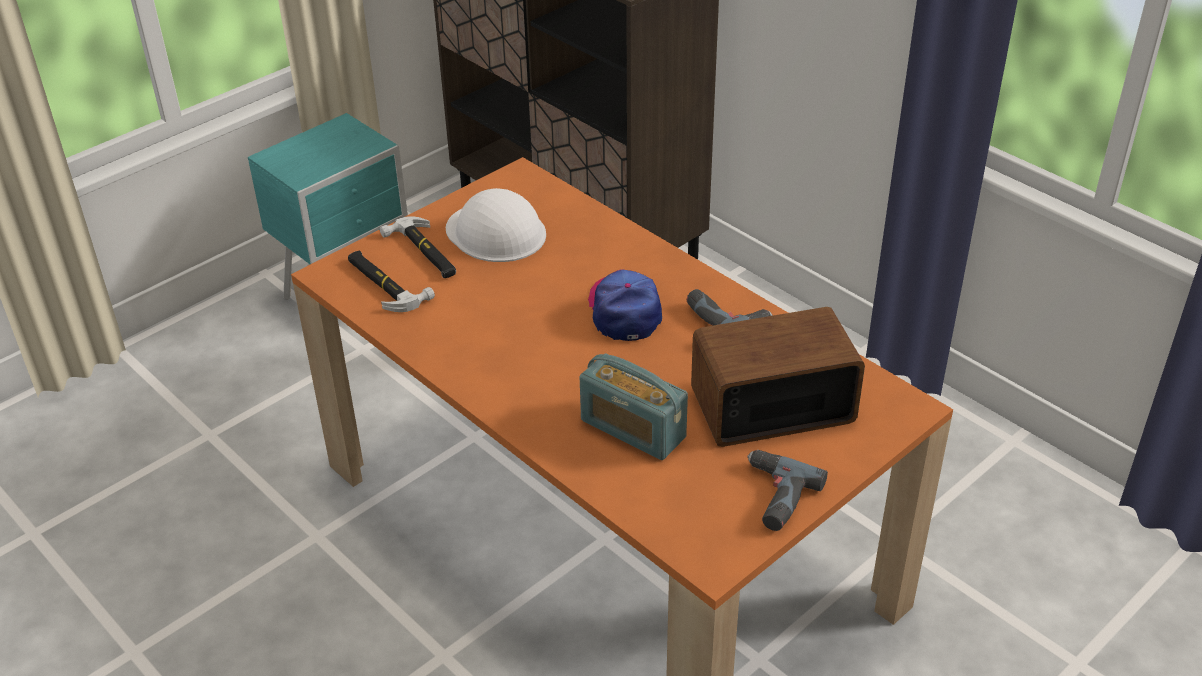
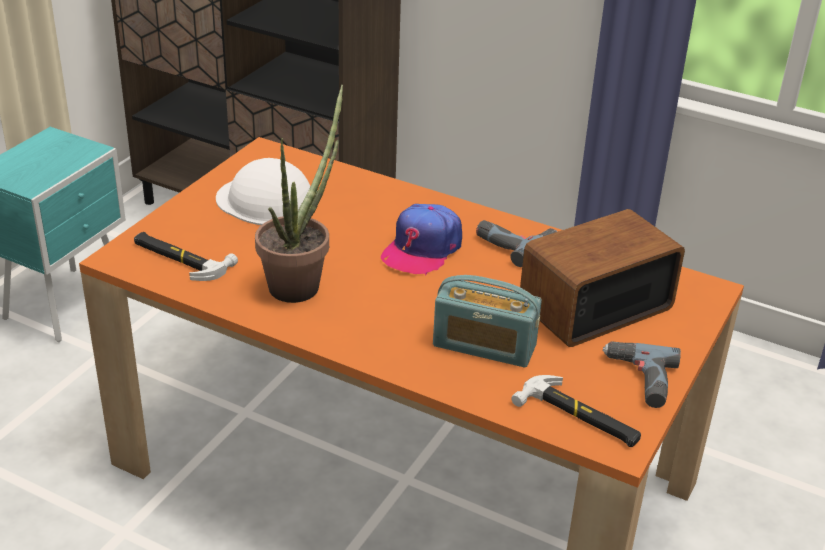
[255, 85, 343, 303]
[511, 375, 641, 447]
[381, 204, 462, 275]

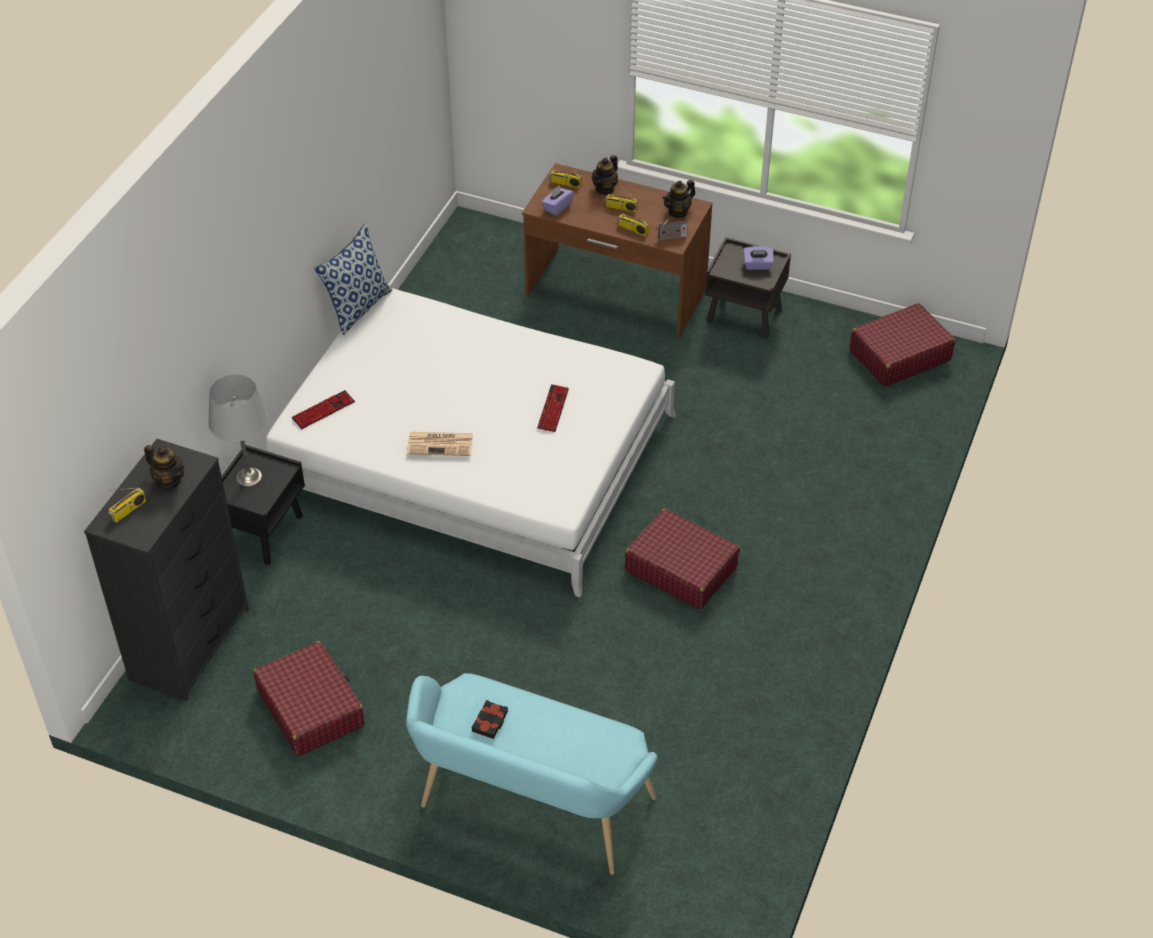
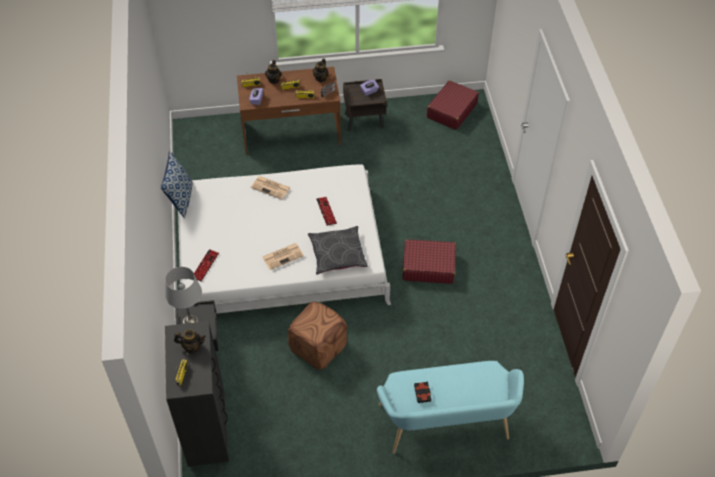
[253, 641, 364, 756] (first image)
[251, 176, 290, 200]
[288, 302, 348, 369]
[308, 226, 368, 275]

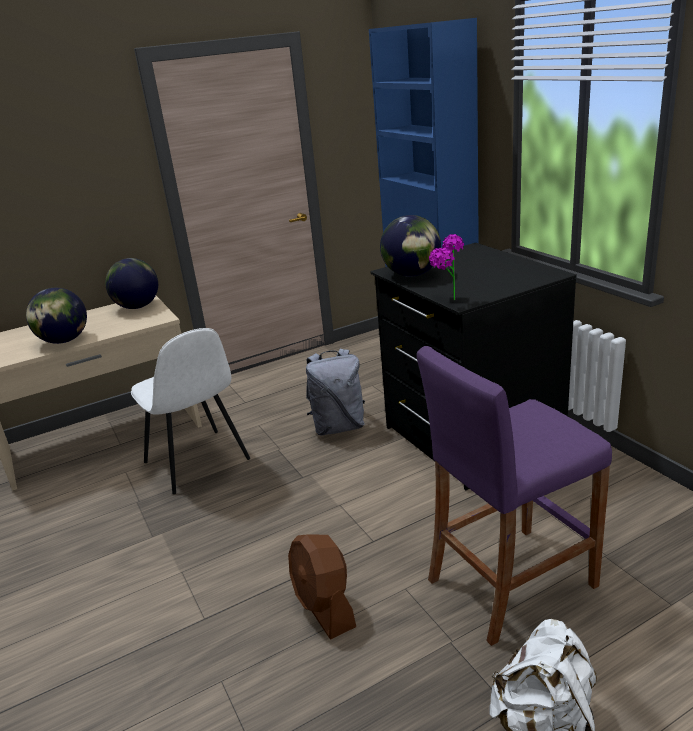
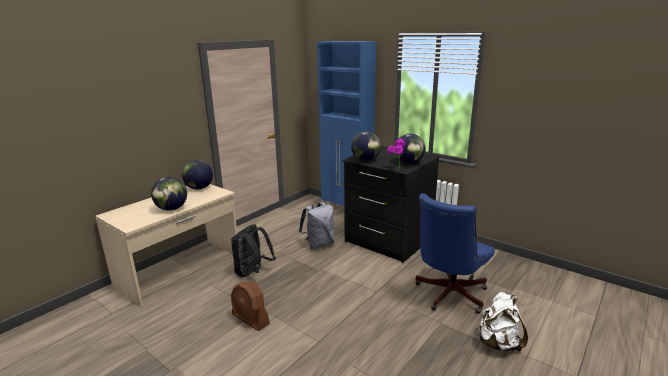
[395, 134, 425, 164]
[231, 282, 270, 331]
[231, 224, 276, 277]
[415, 193, 494, 314]

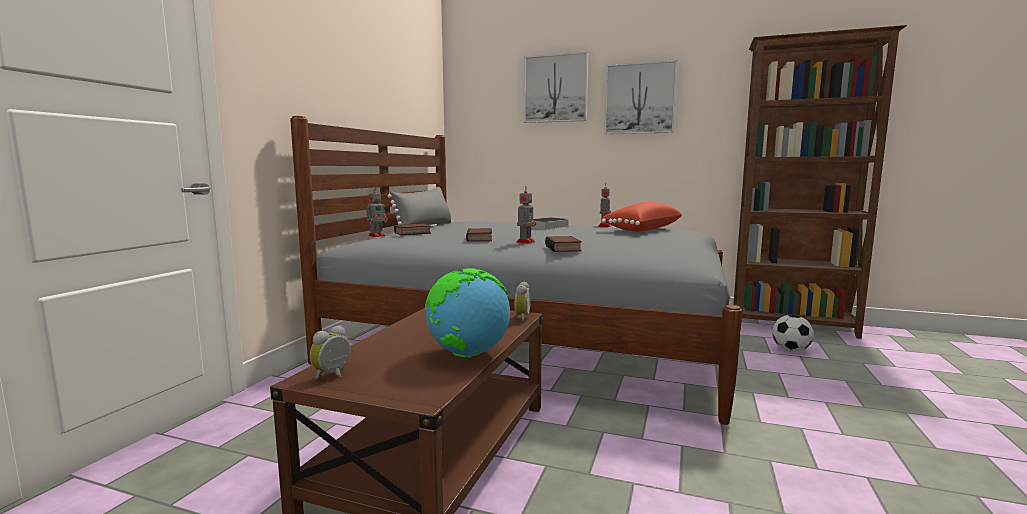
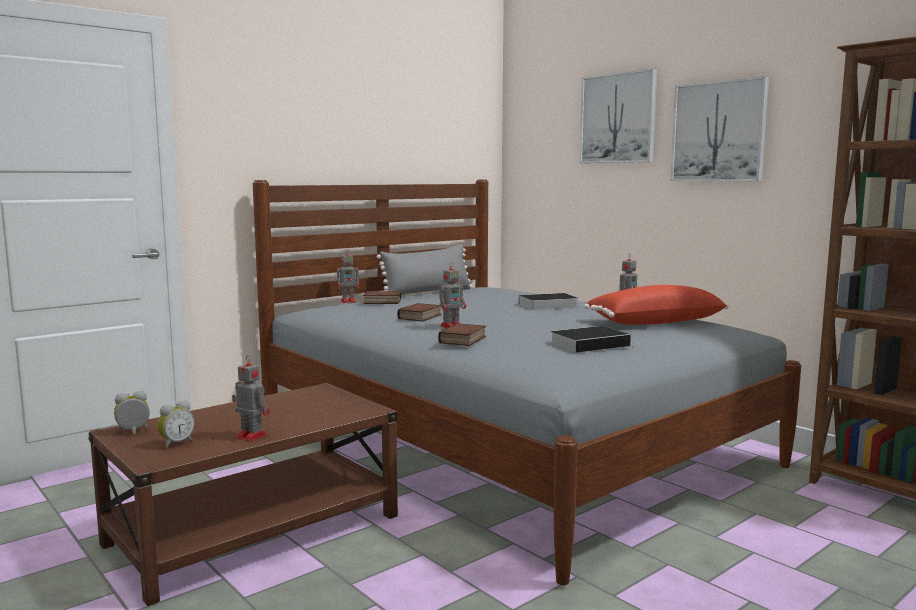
[772, 315, 814, 352] (first image)
[551, 326, 634, 353]
[157, 400, 195, 448]
[232, 355, 270, 442]

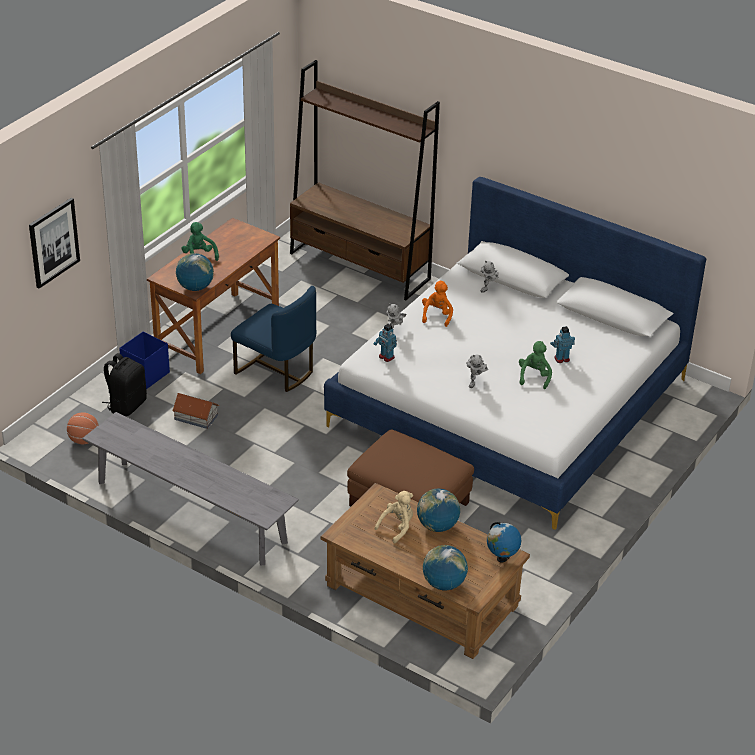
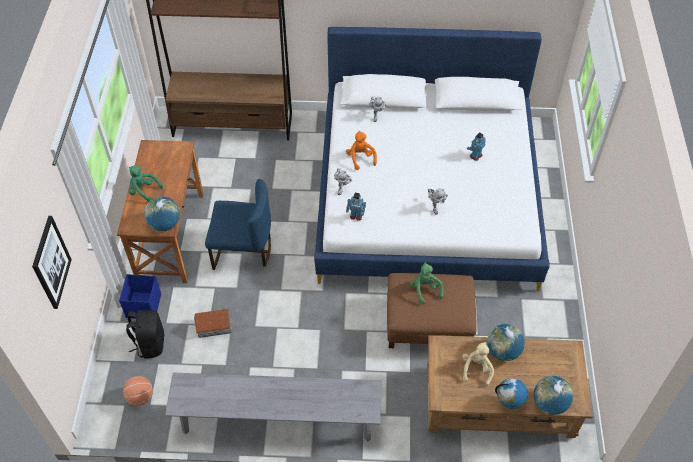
[495, 378, 528, 409]
[410, 263, 443, 305]

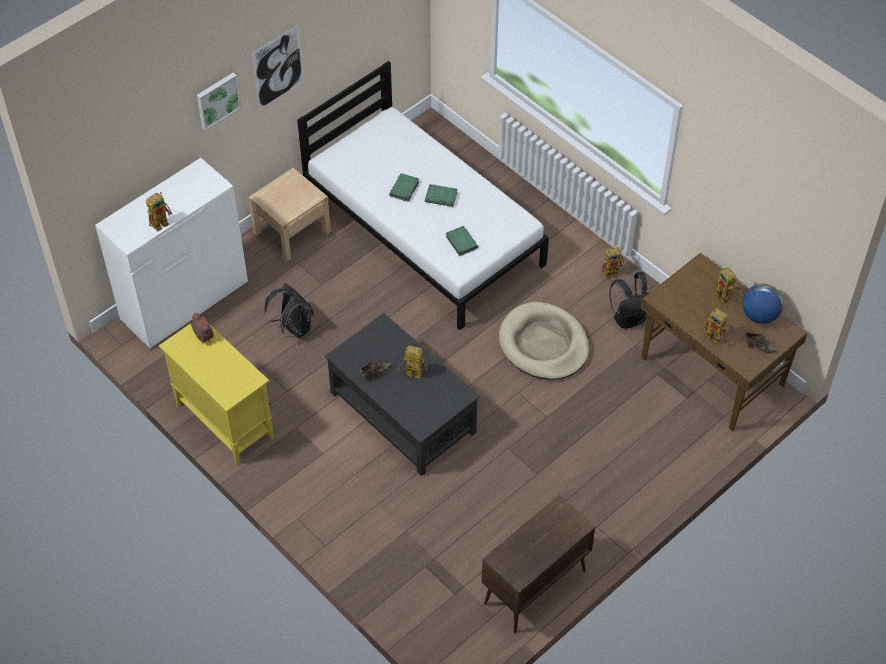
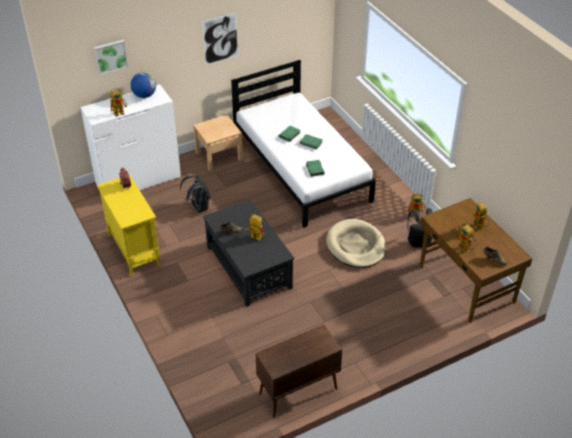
[94, 40, 128, 75]
[131, 72, 156, 98]

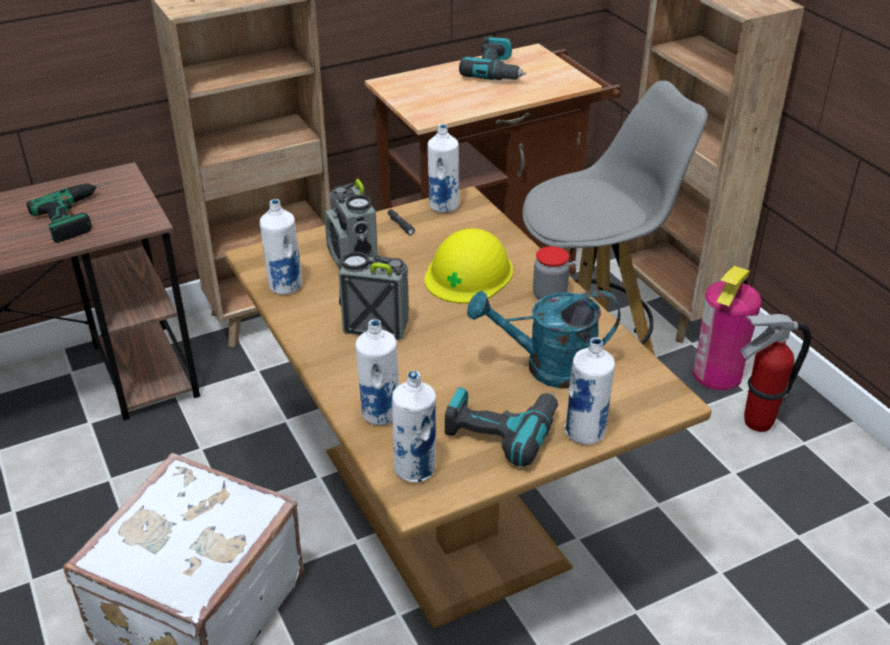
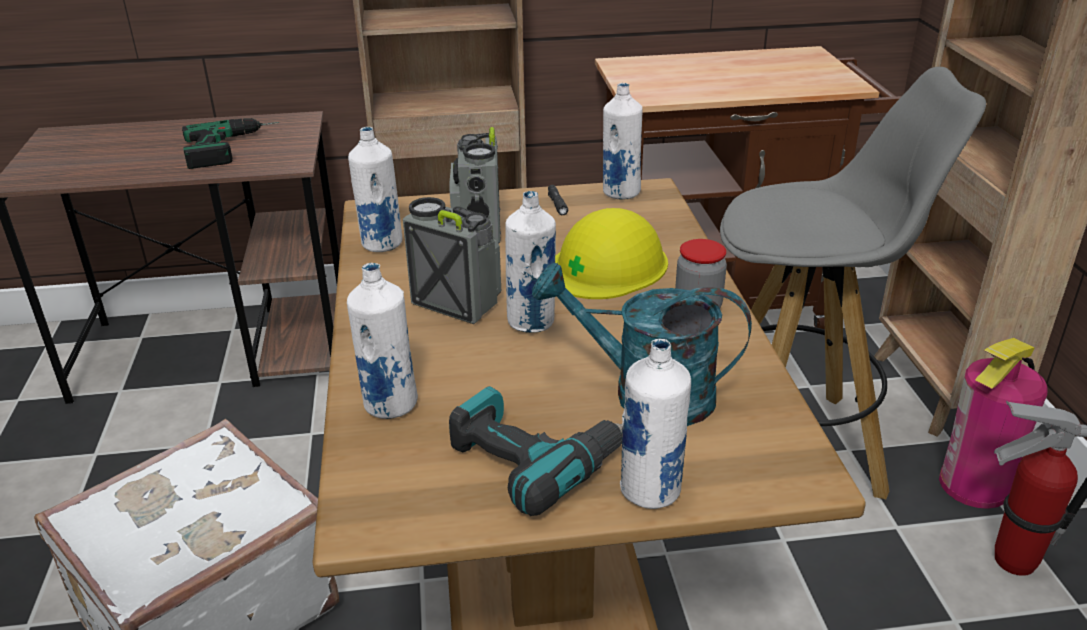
[459, 36, 526, 80] (first image)
[505, 191, 556, 333]

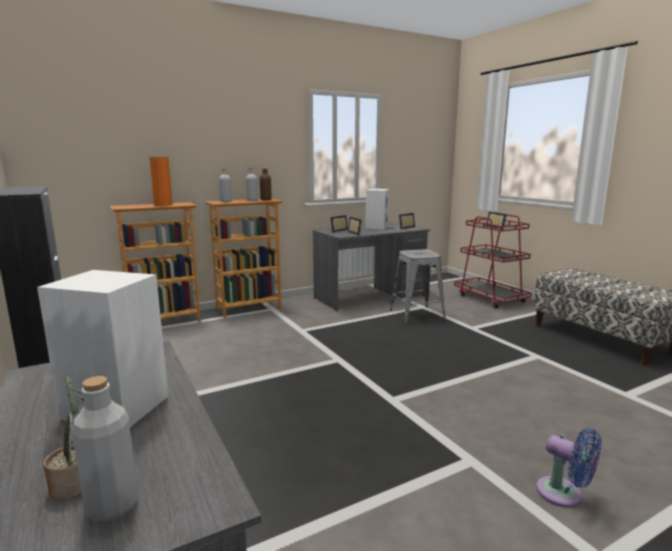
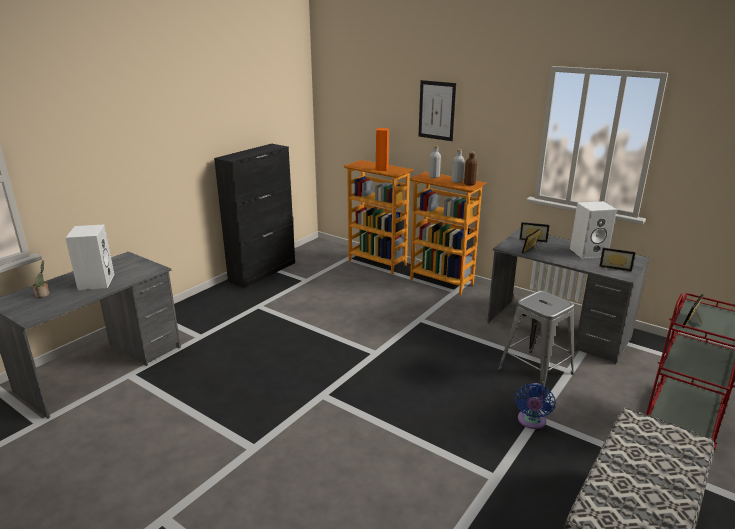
[72, 376, 138, 521] (first image)
[419, 80, 456, 141]
[515, 383, 555, 429]

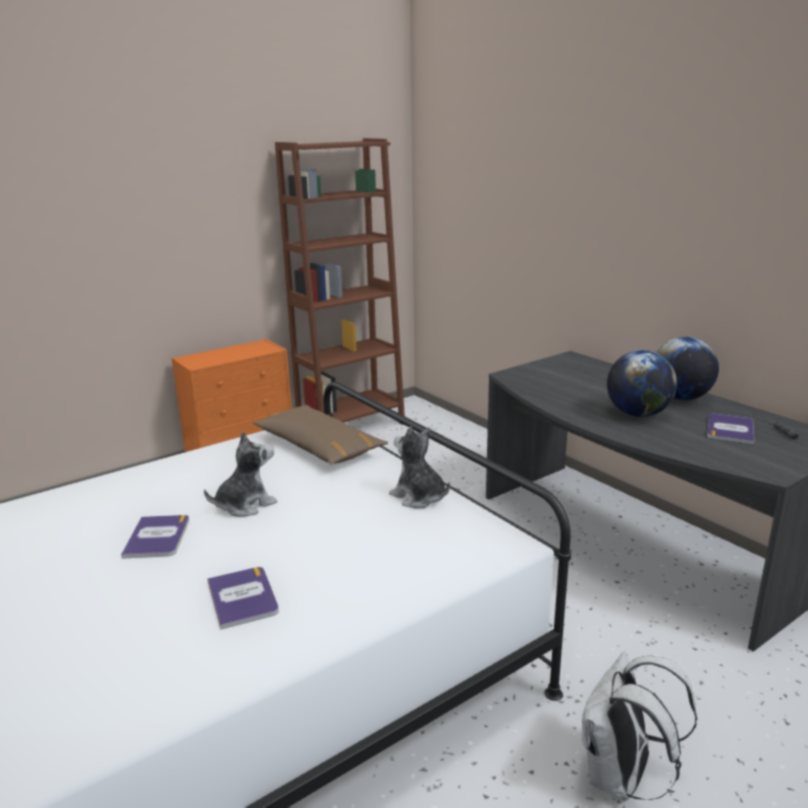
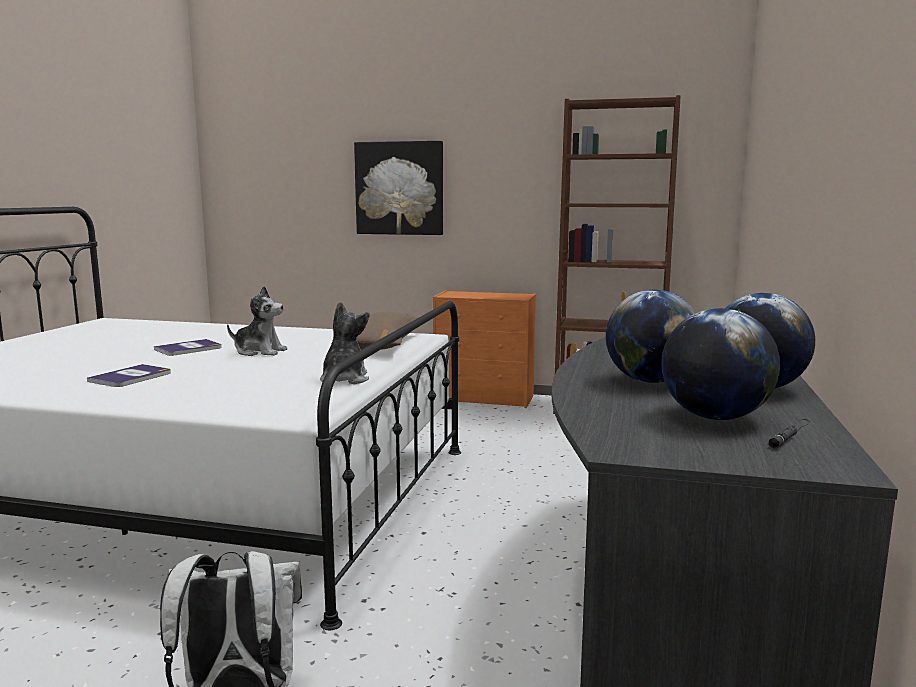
[354, 141, 443, 235]
[662, 308, 780, 420]

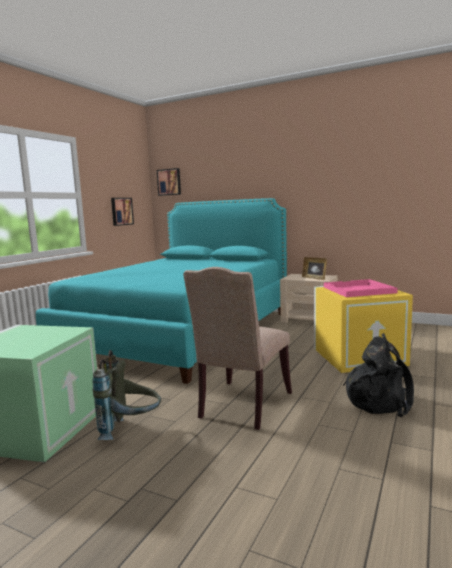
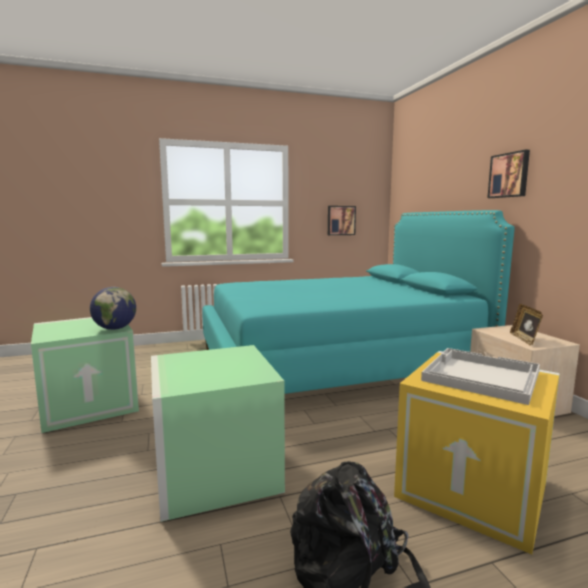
[92, 350, 161, 440] (first image)
[90, 287, 136, 330]
[487, 150, 530, 198]
[151, 345, 285, 522]
[421, 348, 540, 405]

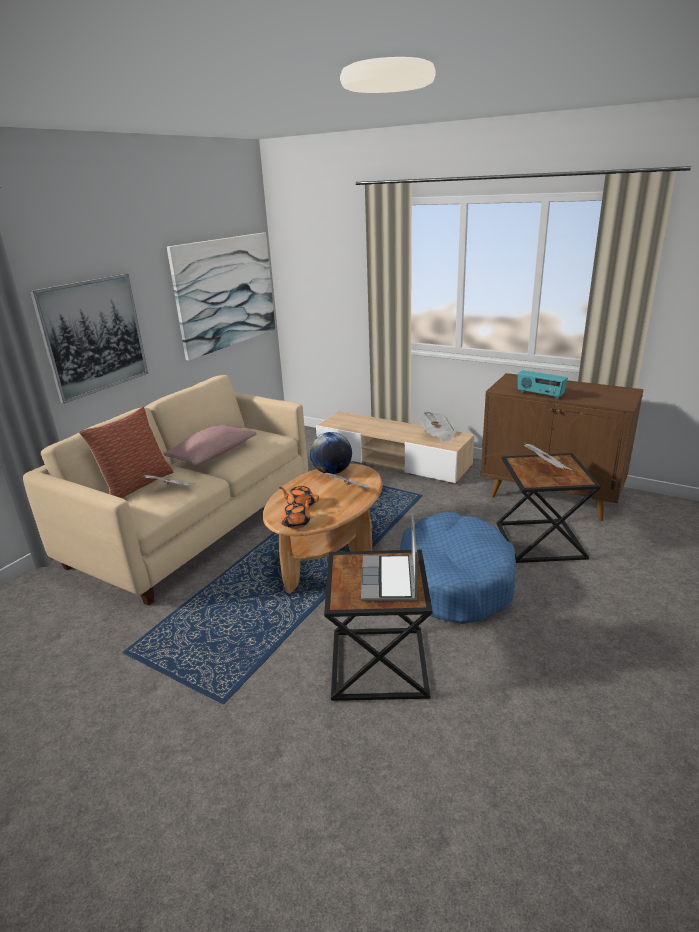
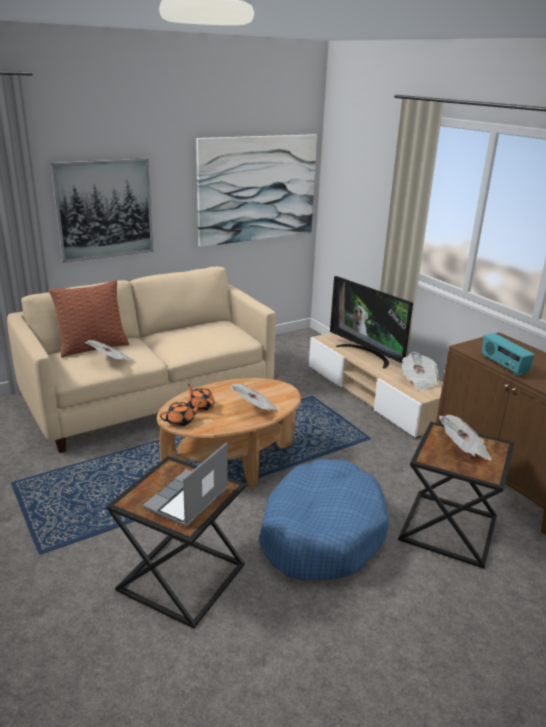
[163, 425, 257, 465] (first image)
[310, 432, 352, 474] (first image)
[330, 276, 413, 369]

